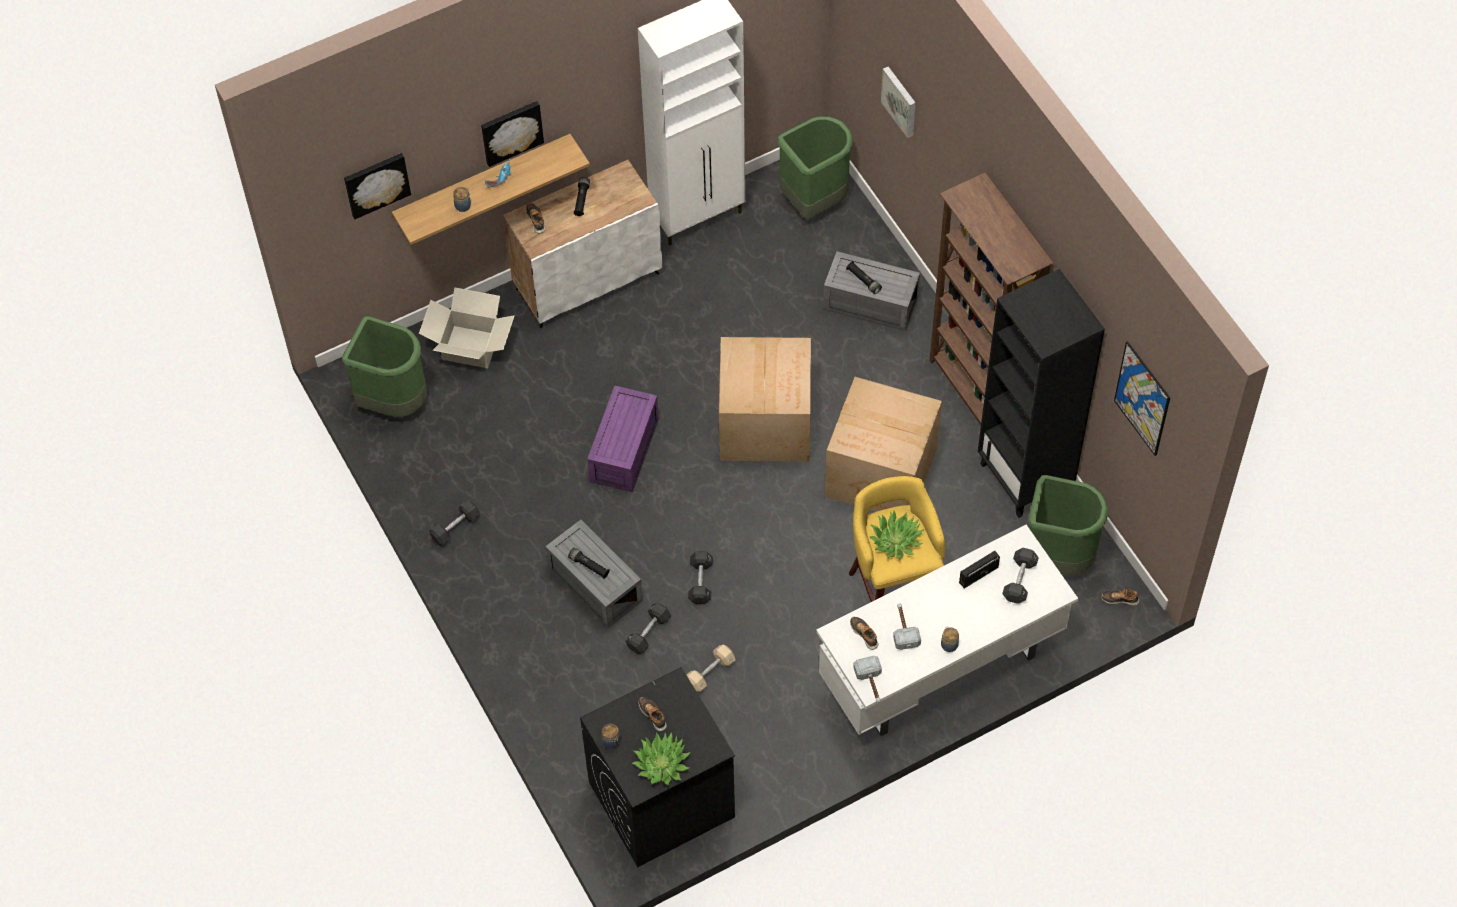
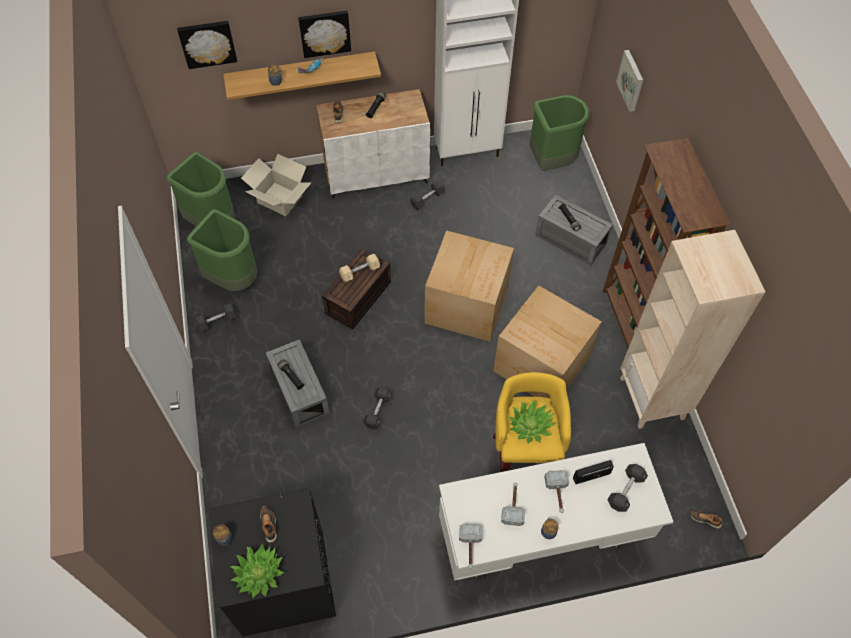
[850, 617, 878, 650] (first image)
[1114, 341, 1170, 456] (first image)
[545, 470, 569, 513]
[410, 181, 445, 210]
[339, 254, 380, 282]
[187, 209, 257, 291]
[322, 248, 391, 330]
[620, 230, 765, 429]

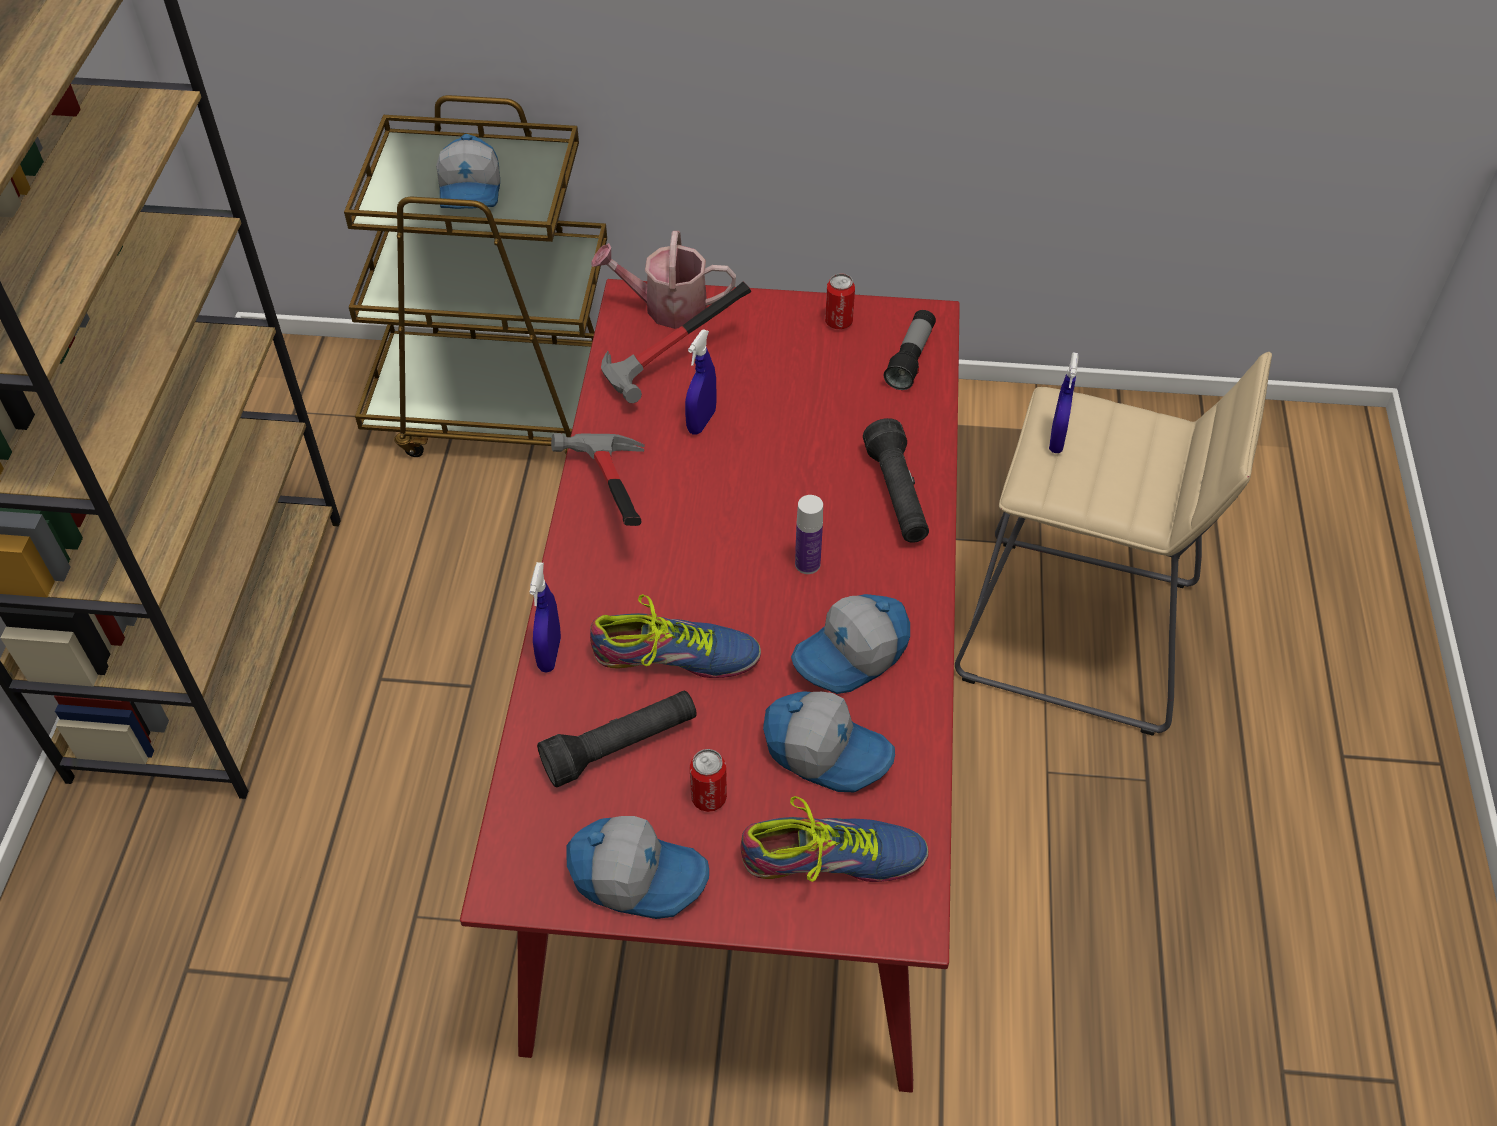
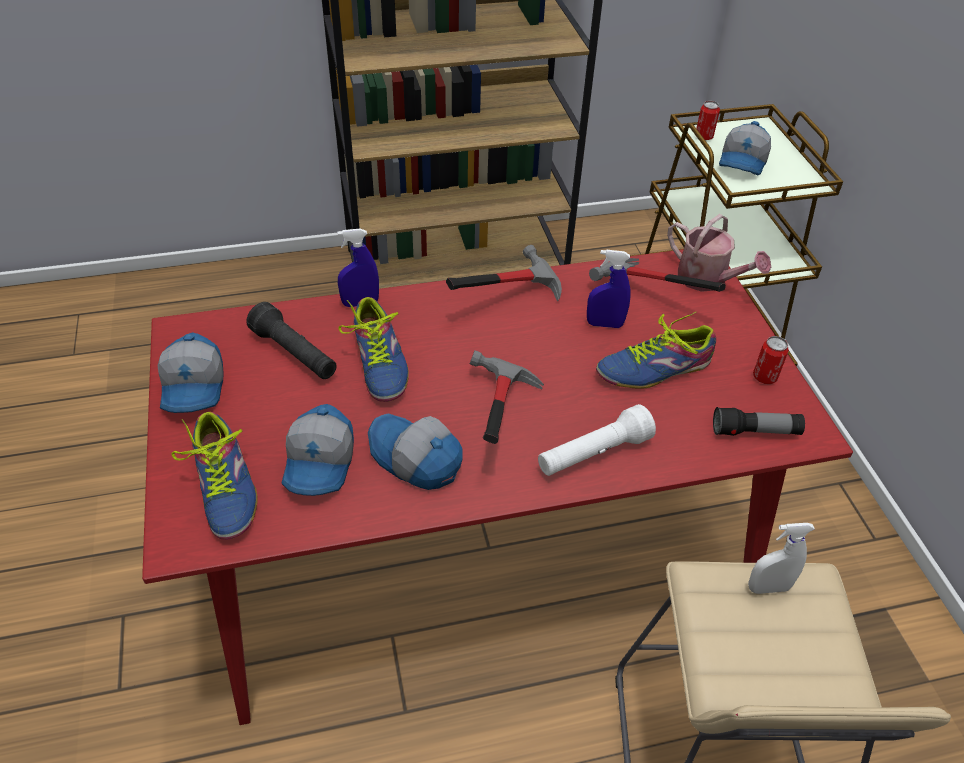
[596, 312, 716, 388]
[696, 101, 720, 140]
[470, 350, 544, 444]
[538, 404, 656, 476]
[748, 523, 815, 594]
[719, 121, 771, 175]
[667, 214, 771, 292]

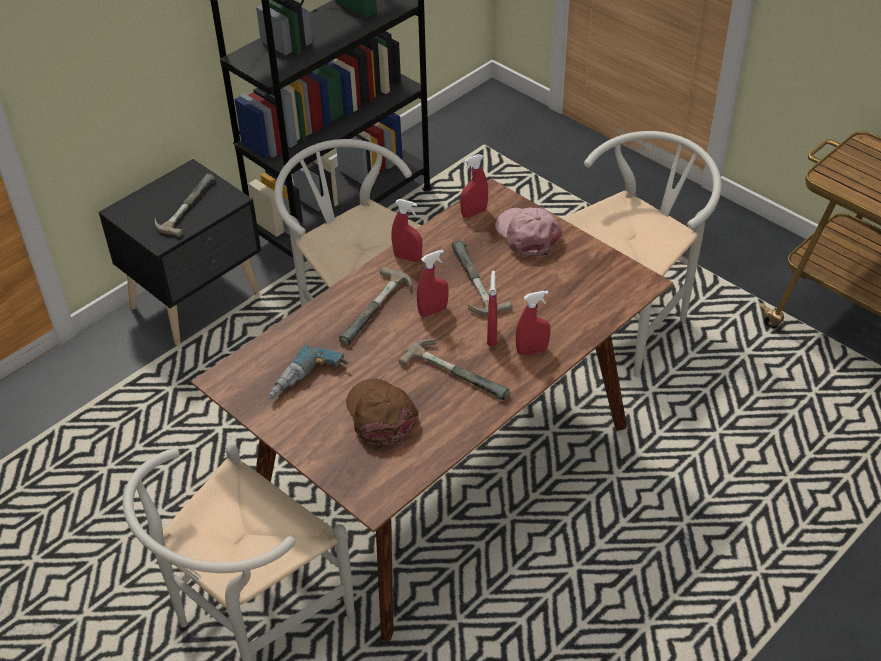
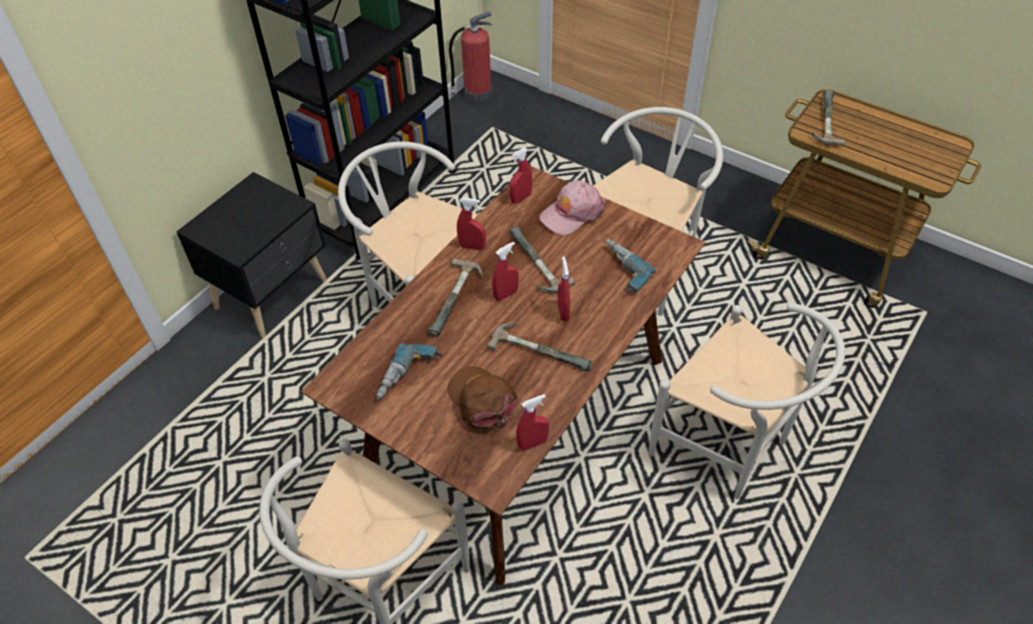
[449, 11, 492, 102]
[606, 239, 656, 293]
[648, 303, 845, 499]
[811, 90, 845, 146]
[516, 394, 549, 451]
[539, 180, 605, 235]

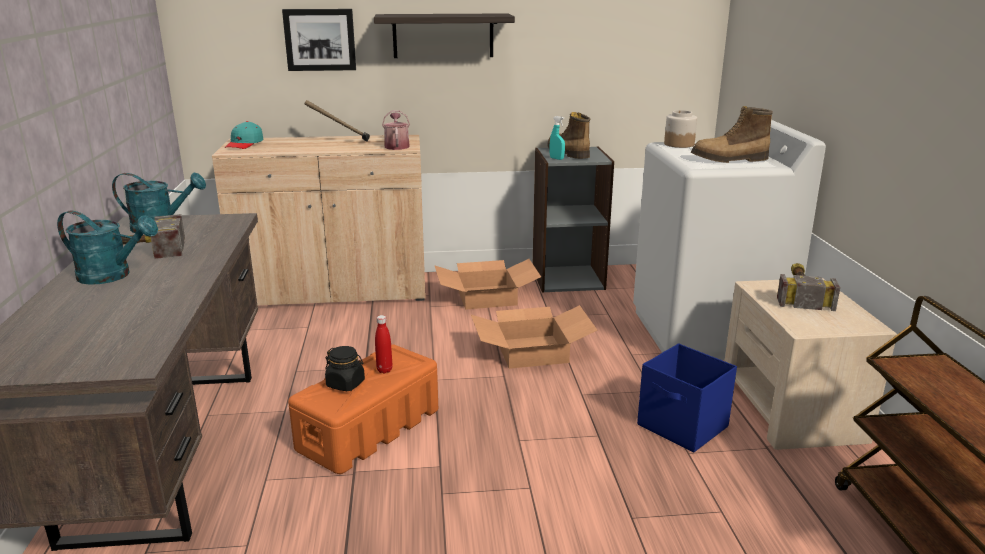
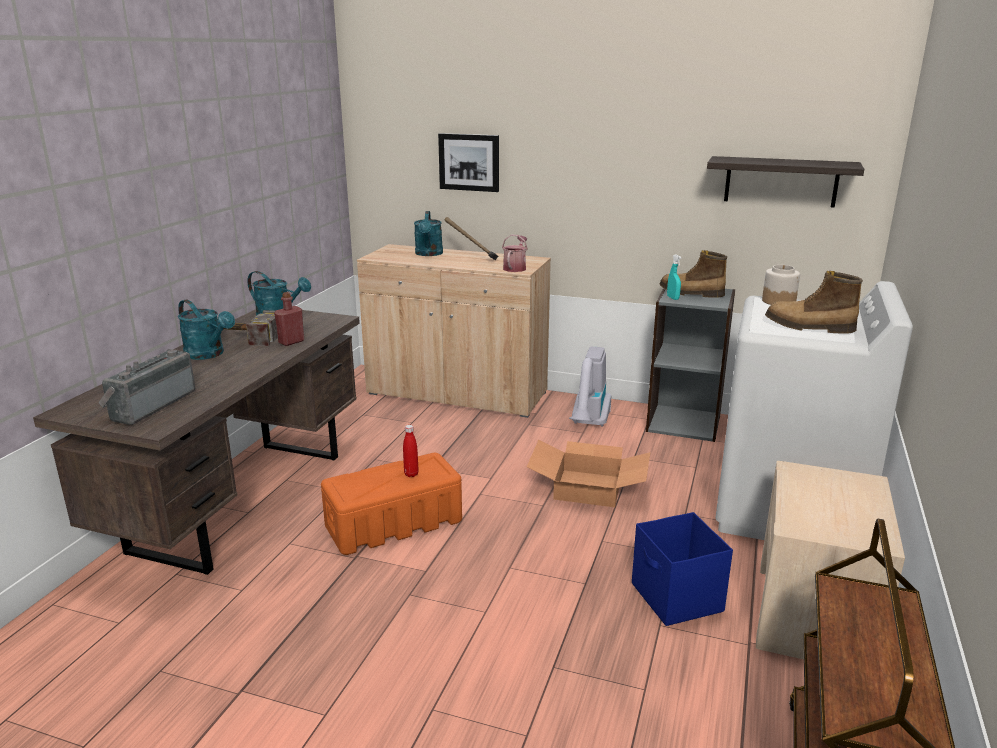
[225, 121, 264, 149] (first image)
[325, 346, 365, 391] (first image)
[777, 263, 840, 311] (first image)
[98, 349, 195, 425]
[274, 292, 304, 346]
[414, 211, 443, 256]
[707, 156, 864, 208]
[569, 347, 611, 427]
[659, 250, 727, 298]

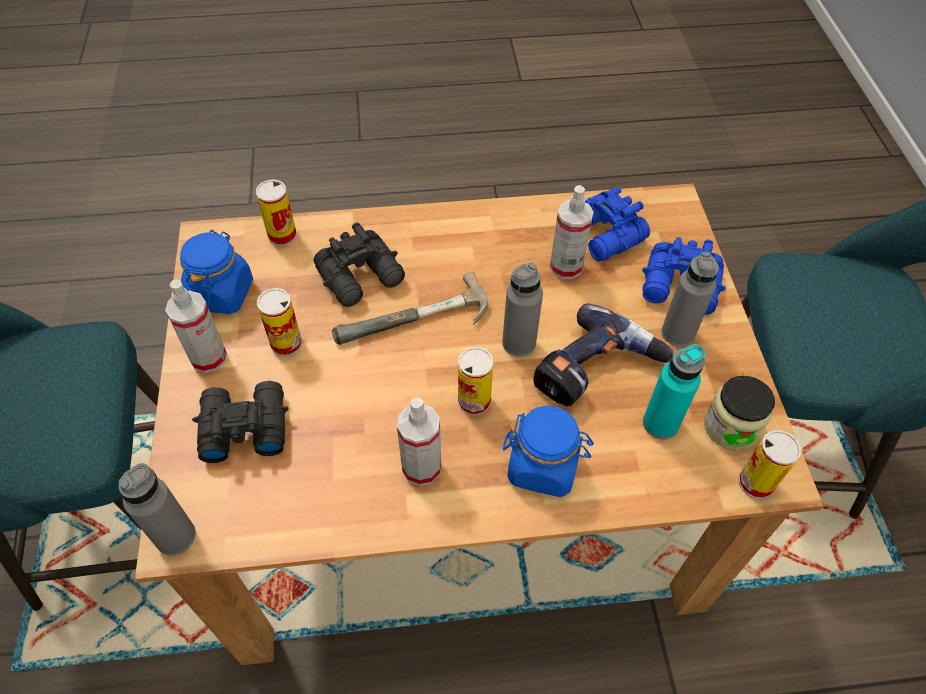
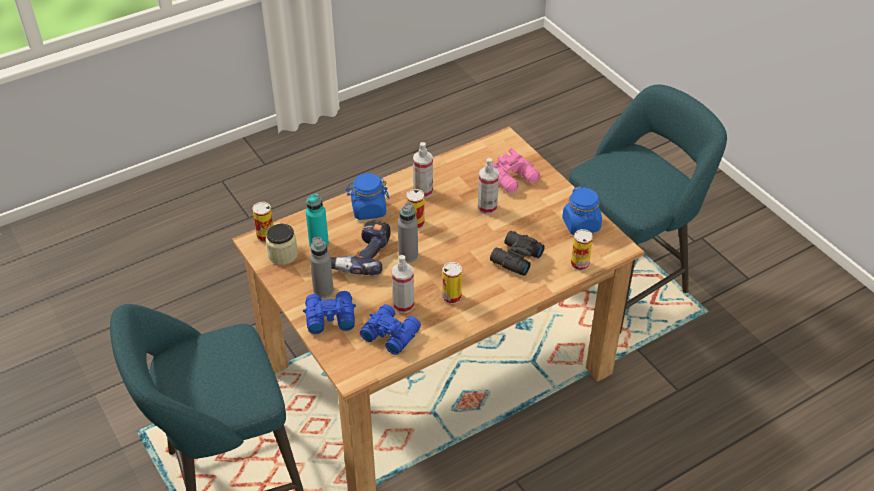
[119, 463, 196, 555] (first image)
[332, 272, 488, 345] (first image)
[478, 158, 499, 214]
[443, 262, 462, 304]
[492, 148, 540, 194]

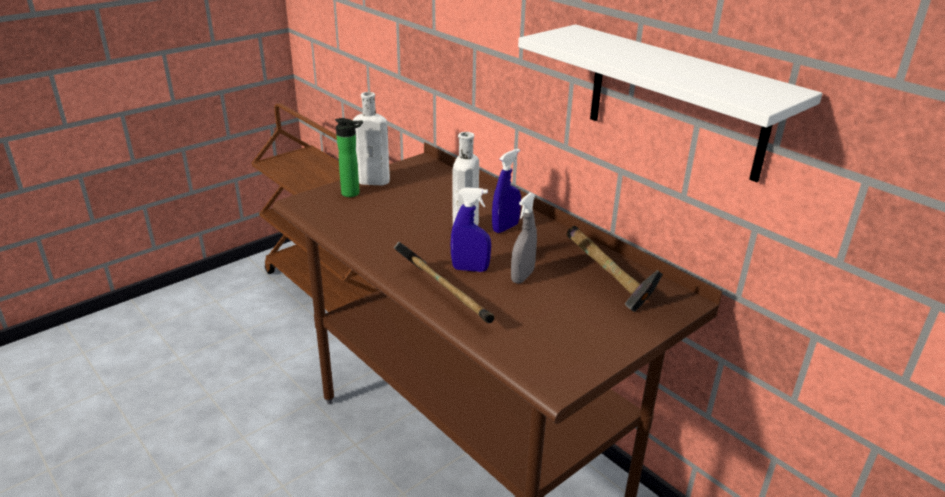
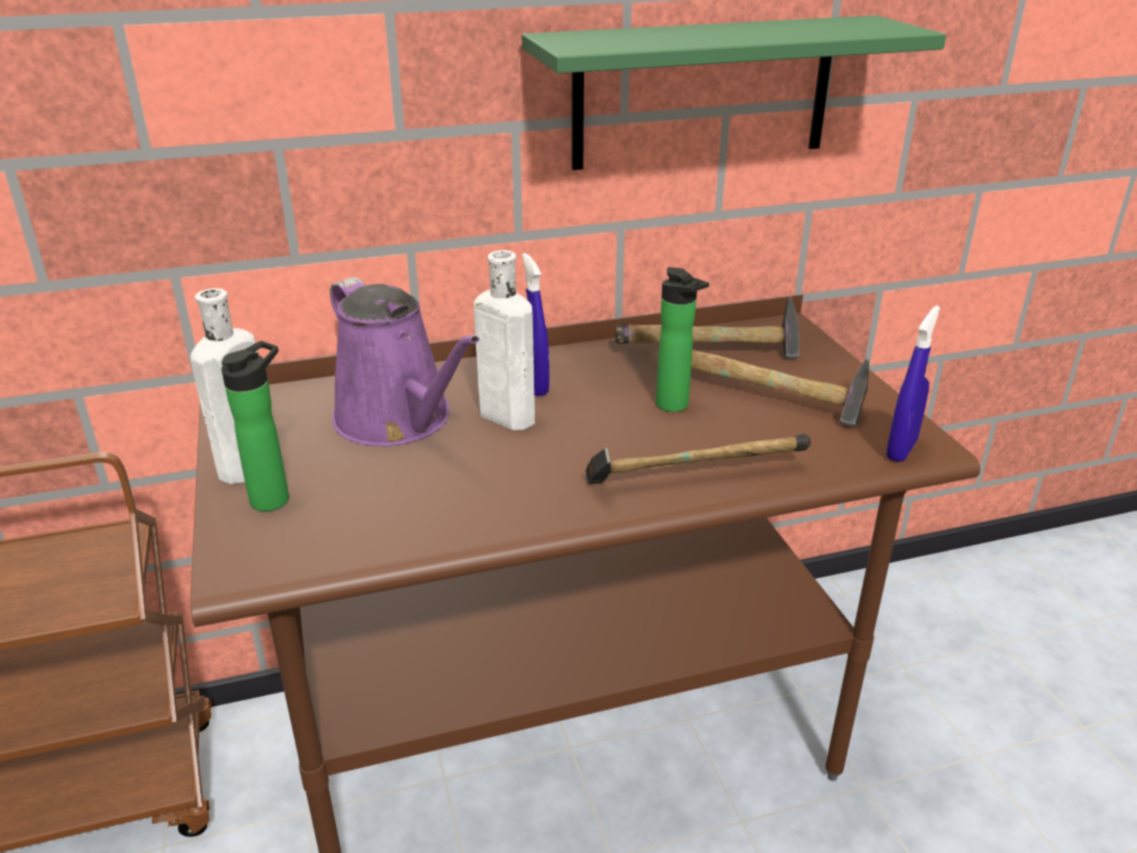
[330, 277, 480, 446]
[691, 350, 869, 427]
[886, 306, 940, 462]
[656, 267, 709, 412]
[522, 15, 946, 170]

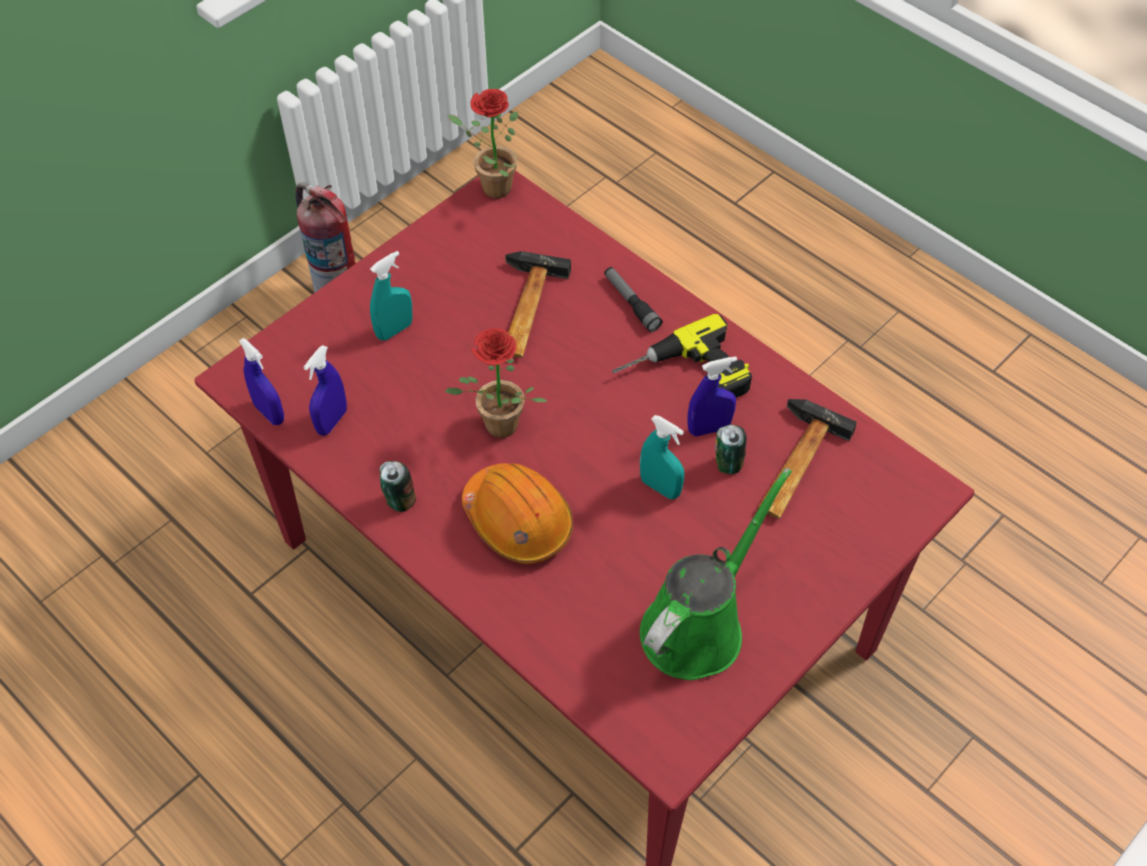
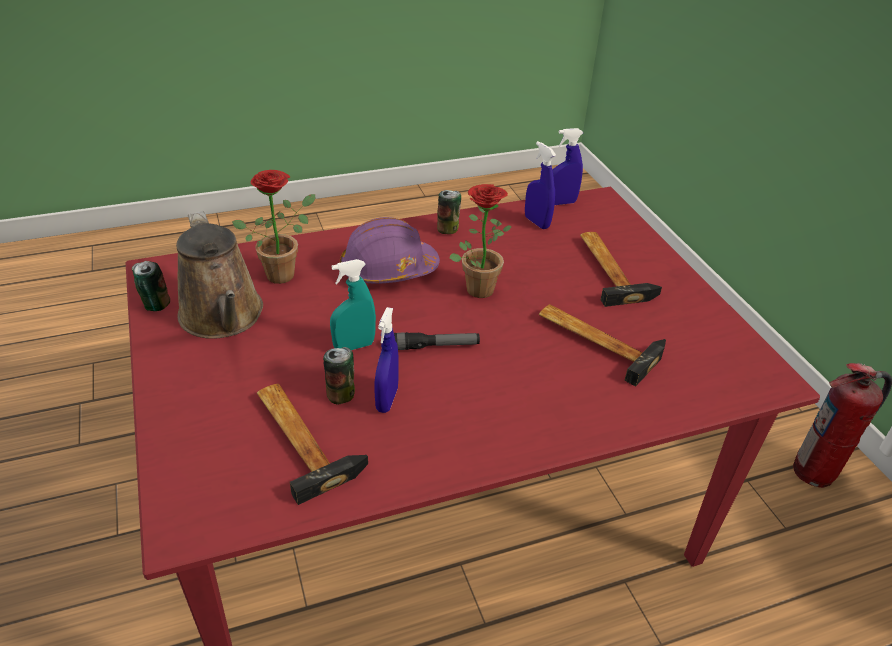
[612, 314, 752, 398] (first image)
[132, 261, 170, 311]
[232, 170, 315, 284]
[394, 332, 480, 350]
[580, 232, 662, 307]
[340, 217, 440, 284]
[176, 211, 263, 339]

